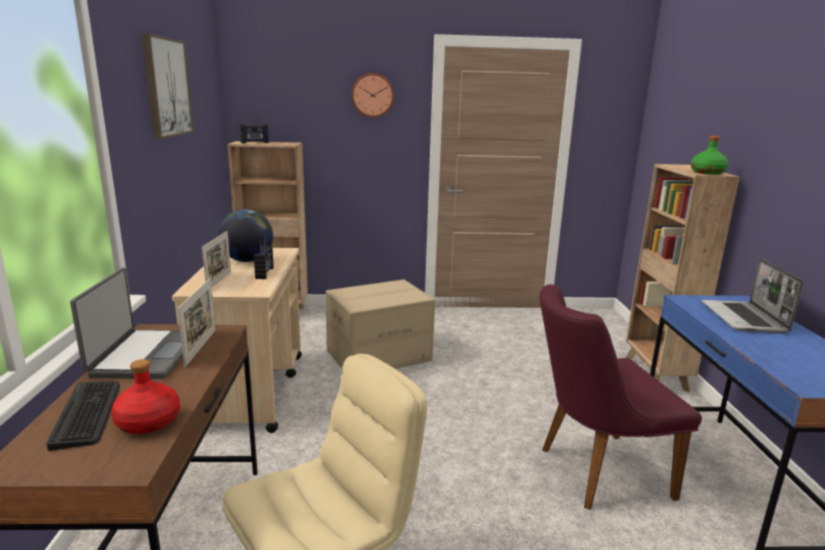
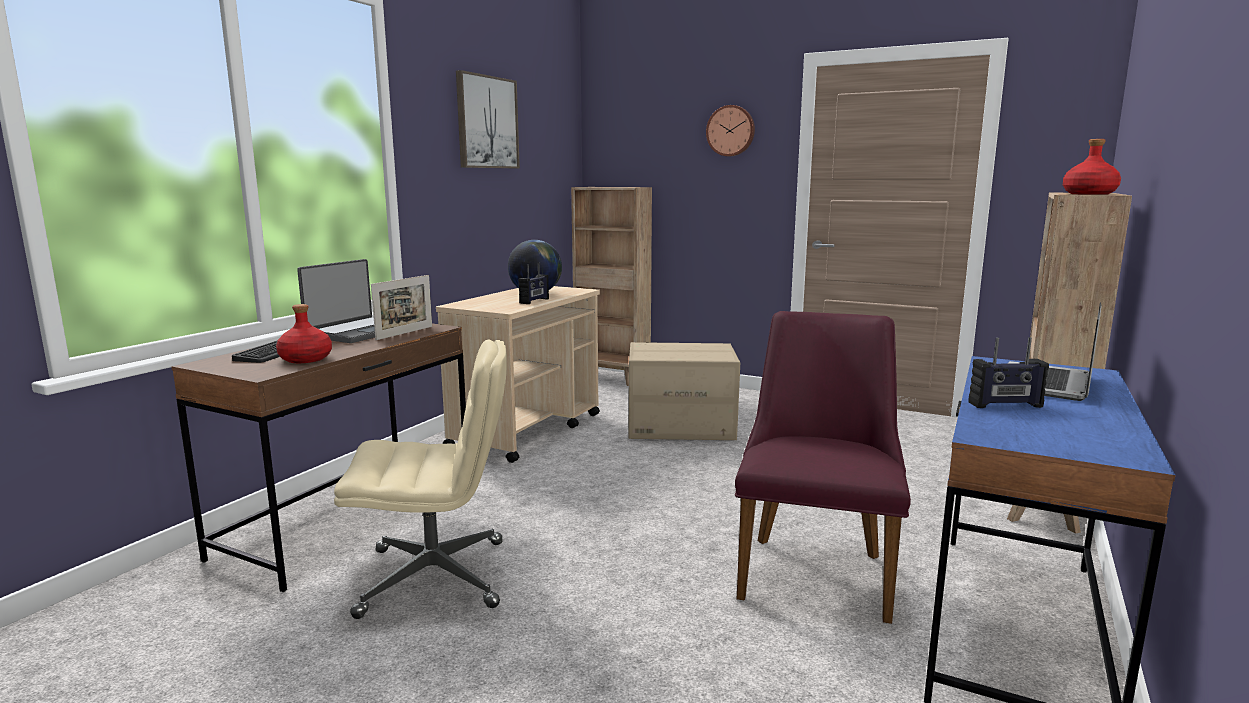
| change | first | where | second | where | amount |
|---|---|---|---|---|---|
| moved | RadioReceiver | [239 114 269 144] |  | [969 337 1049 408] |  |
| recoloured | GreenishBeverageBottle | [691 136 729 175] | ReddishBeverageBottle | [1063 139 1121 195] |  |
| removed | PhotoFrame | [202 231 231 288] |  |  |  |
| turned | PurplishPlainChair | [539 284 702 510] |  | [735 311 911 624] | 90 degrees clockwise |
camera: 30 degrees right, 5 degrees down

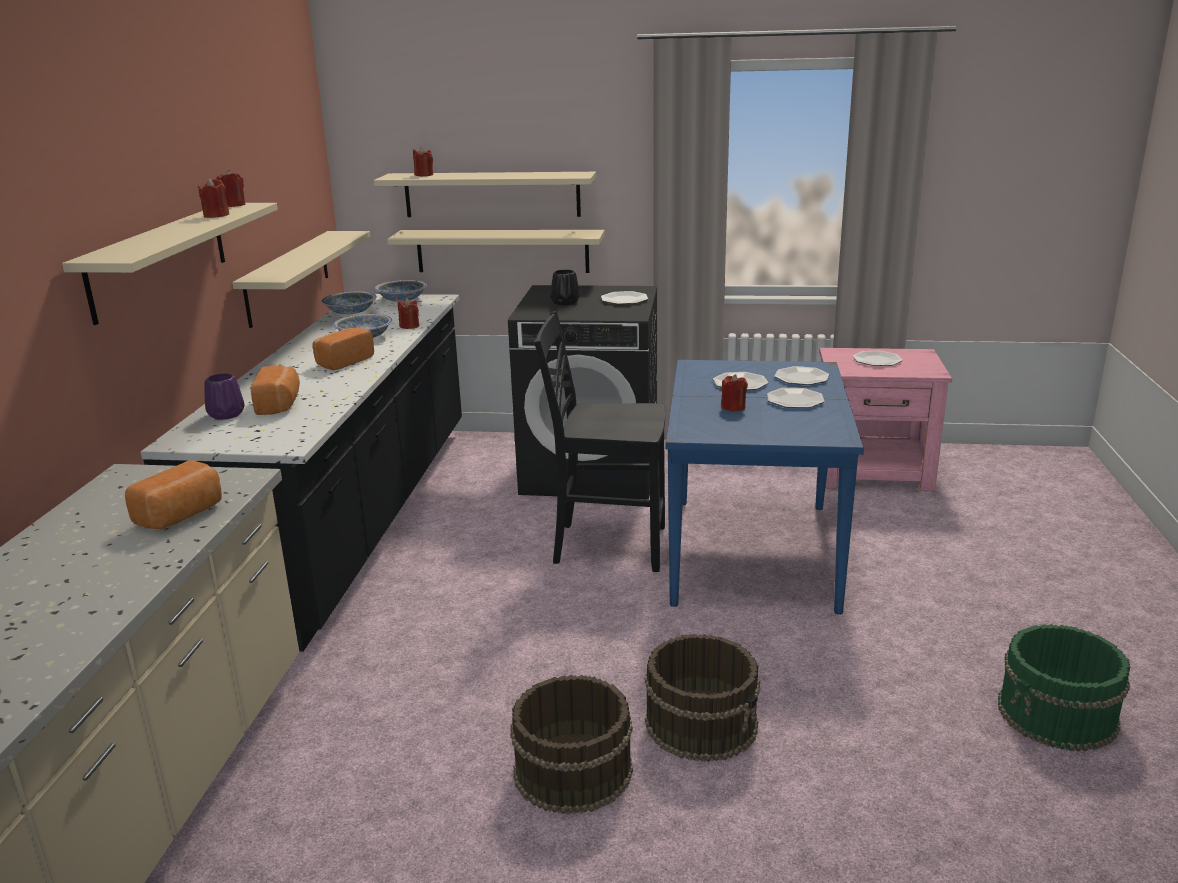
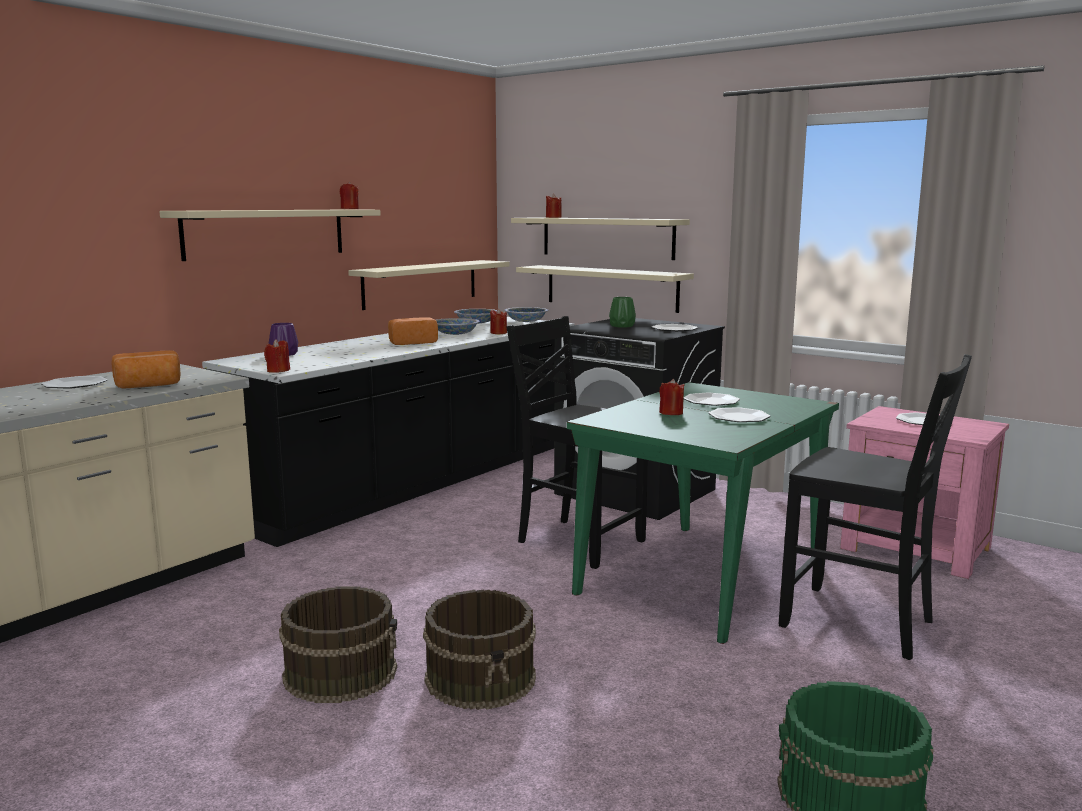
| change | first | where | second | where | amount |
|---|---|---|---|---|---|
| moved | ReddishCandle | [198 178 229 218] |  | [264 339 290 373] |  |
| recoloured | BlackColouredDecorativeVase | [551 270 580 305] | GreenishDecorativeVase | [609 297 636 327] |  |
| recoloured | BlueKitchenTable | [665 360 864 615] | GreenishKitchenTable | [567 382 839 644] |  |
| removed | Bread | [251 365 300 415] |  |  |  |
| moved | Plate | [774 366 829 385] |  | [41 376 107 388] |  |
| added |  |  | BlackColouredPlainChair | [779 354 972 660] |  |
camera: 30 degrees right, 10 degrees down

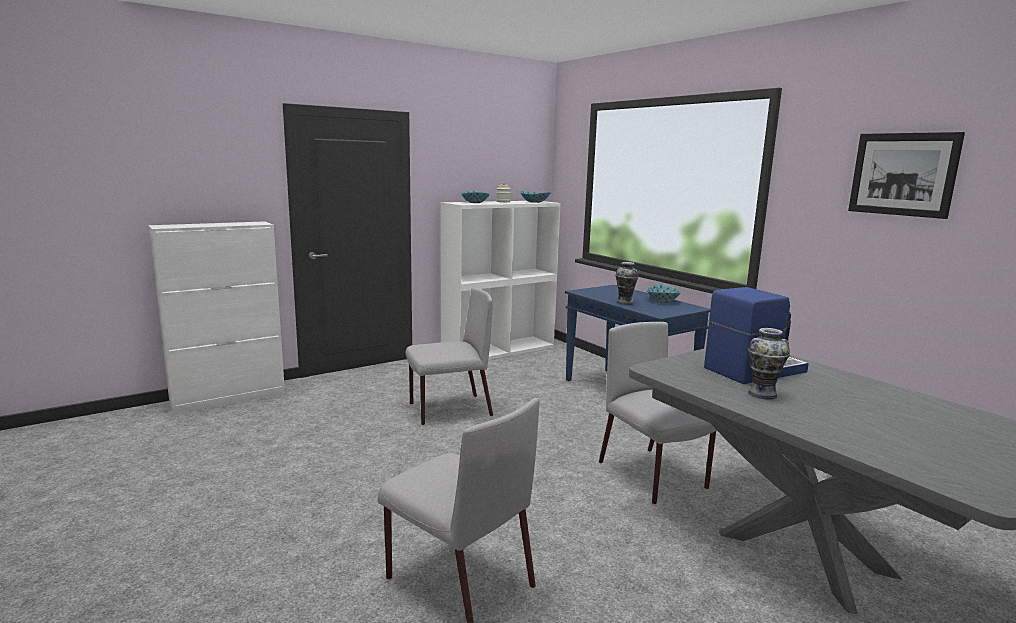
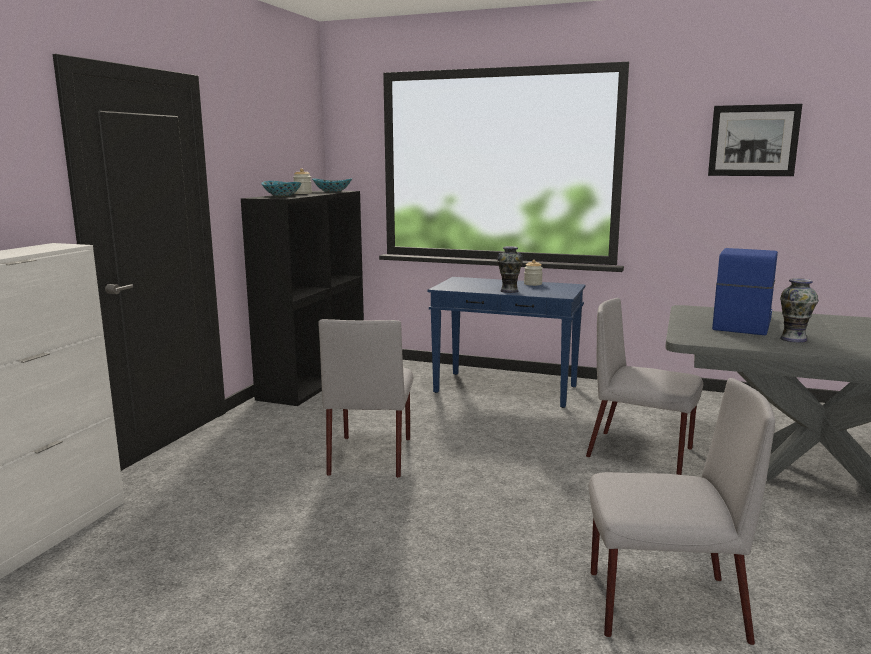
| change | first | where | second | where | amount |
|---|---|---|---|---|---|
| recoloured | WhiteBookshelf | [441 201 561 360] | BlackColouredBookshelf | [241 190 364 406] |  |
| replaced | DeepDish | [647 284 681 303] | PreserveJar | [524 260 543 286] |  |
| turned | GreyishPlainChair | [405 288 493 425] |  | [319 319 413 478] | 150 degrees clockwise |
camera: 35 degrees left, 0 degrees up

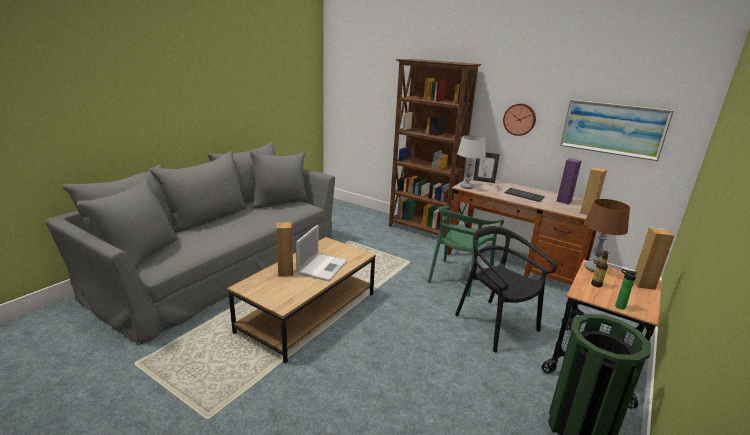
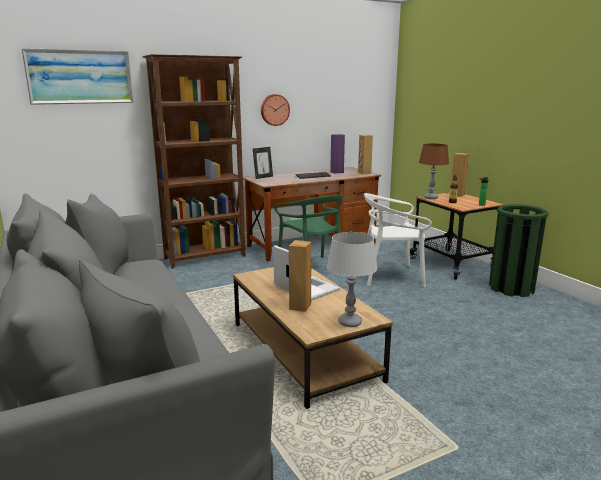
| change | first | where | second | where | amount |
|---|---|---|---|---|---|
| moved | Picture | [560 100 674 161] |  | [21 48 133 105] |  |
| moved | GreyishLampForATable | [457 135 486 189] |  | [327 232 378 327] |  |
| recoloured | BlackColouredPlainChair | [455 226 557 352] | WhitePlainChair | [364 193 432 287] |  |
camera: 60 degrees left, 5 degrees down

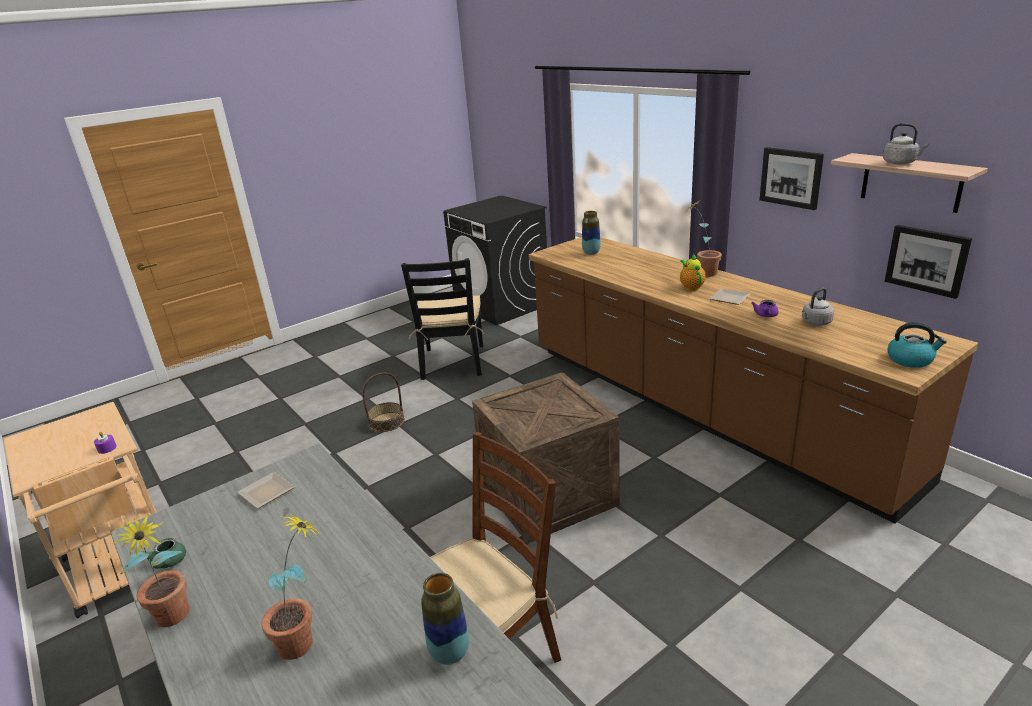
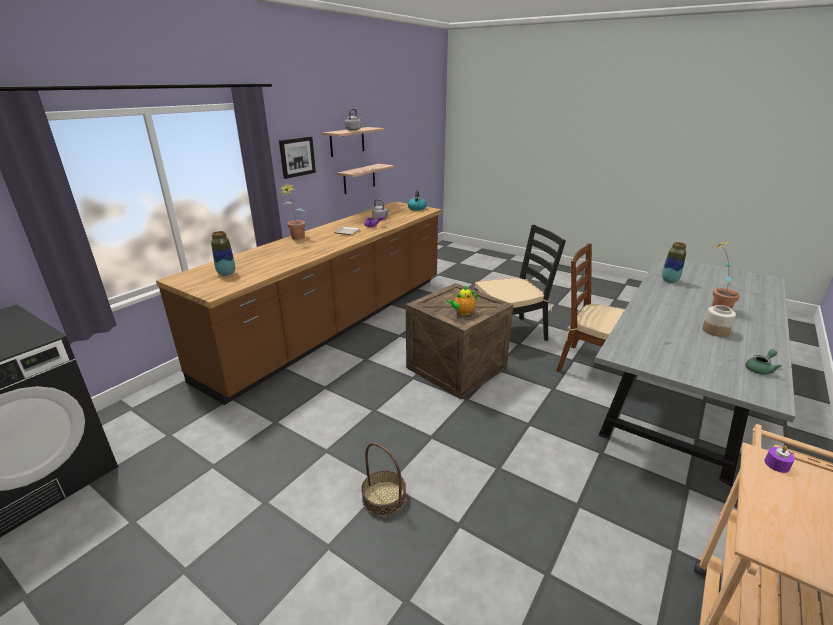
| change | first | where | second | where | amount |
|---|---|---|---|---|---|
| replaced | Picture | [885 225 972 299] | WallShelf | [337 164 394 194] |  |
| moved | Teapot | [680 254 706 290] |  | [446 285 477 315] |  |
| moved | BlackColouredPlainChair | [401 258 484 380] |  | [475 224 566 341] |  |
| removed | Plate | [237 472 295 509] |  |  |  |
| removed | PottedPlant | [112 514 190 627] |  |  |  |
| added |  |  | PreserveJar | [702 305 736 337] |  |
camera: 110 degrees left, 0 degrees up

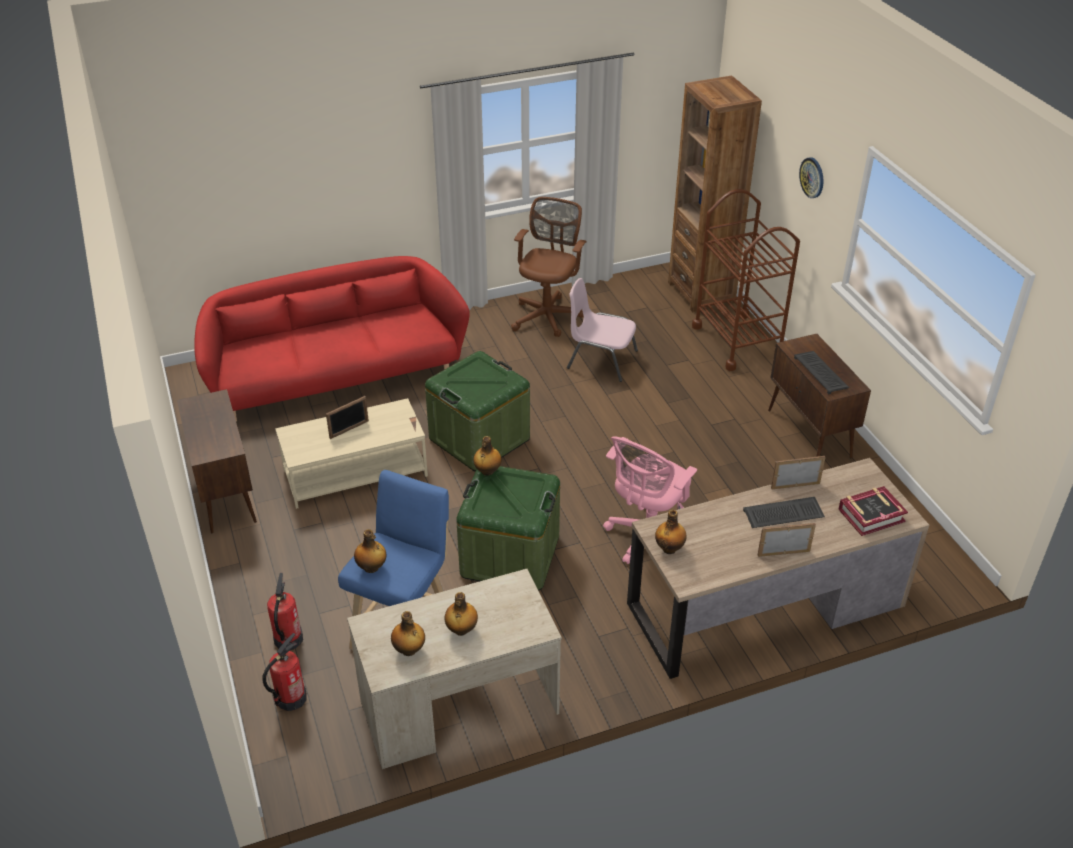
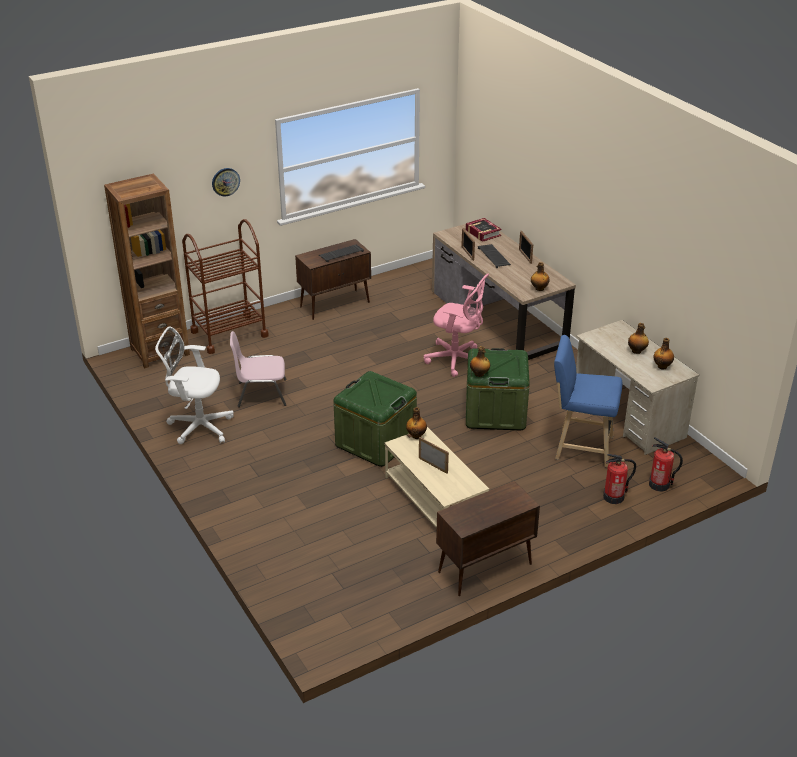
| change | first | where | second | where | amount |
|---|---|---|---|---|---|
| recoloured | BrownishOfficeChair | [511 197 587 337] | WhiteOfficeChair | [155 327 234 444] |  |
| removed | ReddishSettee | [194 256 470 421] |  |  |  |
| turned | PinkishPlainChair | [567 278 638 382] |  | [230 331 287 407] | 75 degrees clockwise |
| moved | BeverageBottle | [354 529 386 573] |  | [406 407 427 439] |  |
camera: 100 degrees left, 5 degrees down

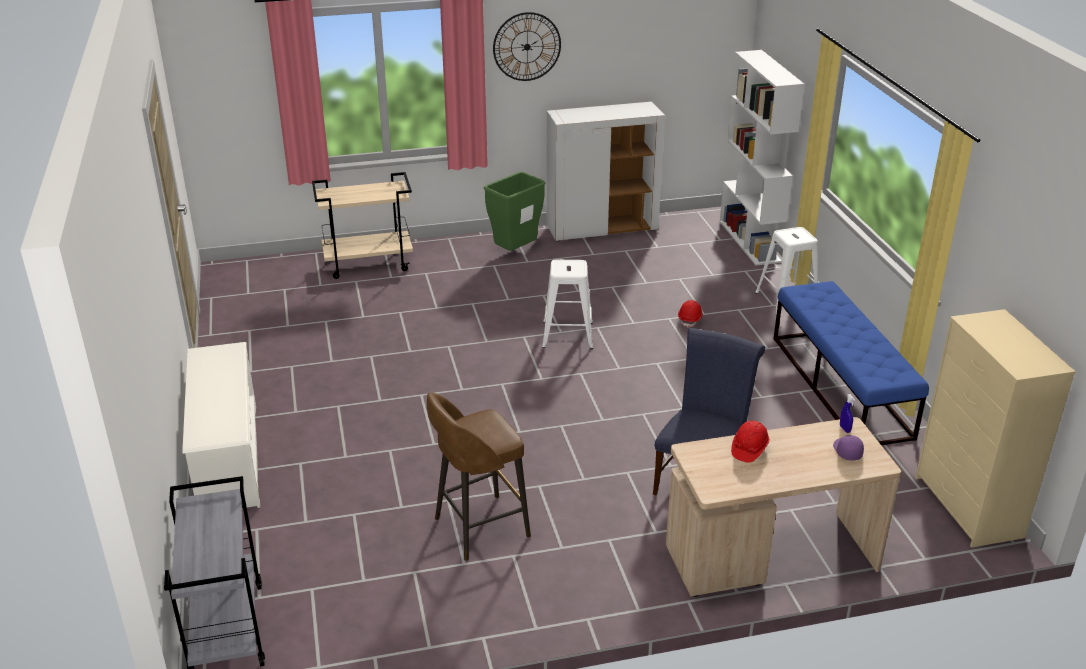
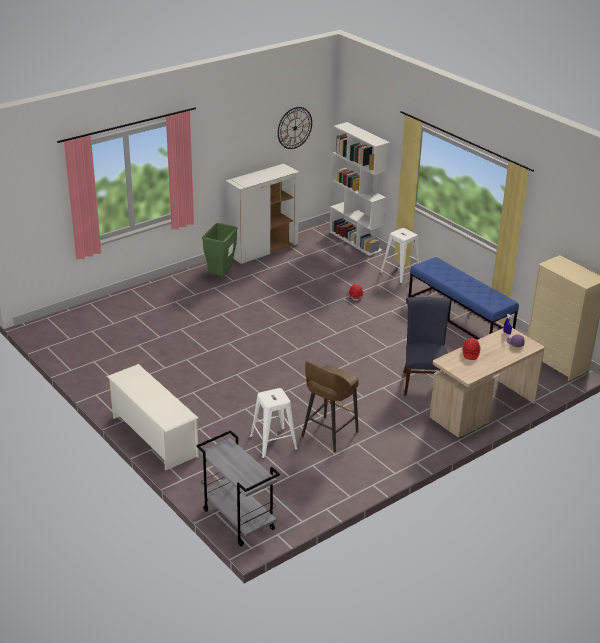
| change | first | where | second | where | amount |
|---|---|---|---|---|---|
| moved | HangingClock | [493 12 561 81] |  | [278 107 312 149] |  |
| removed | SandColouredWheeledCart | [312 172 413 279] |  |  |  |
| moved | WhiteStool | [542 260 593 349] |  | [250 388 298 459] |  |
camera: 25 degrees left, 0 degrees up

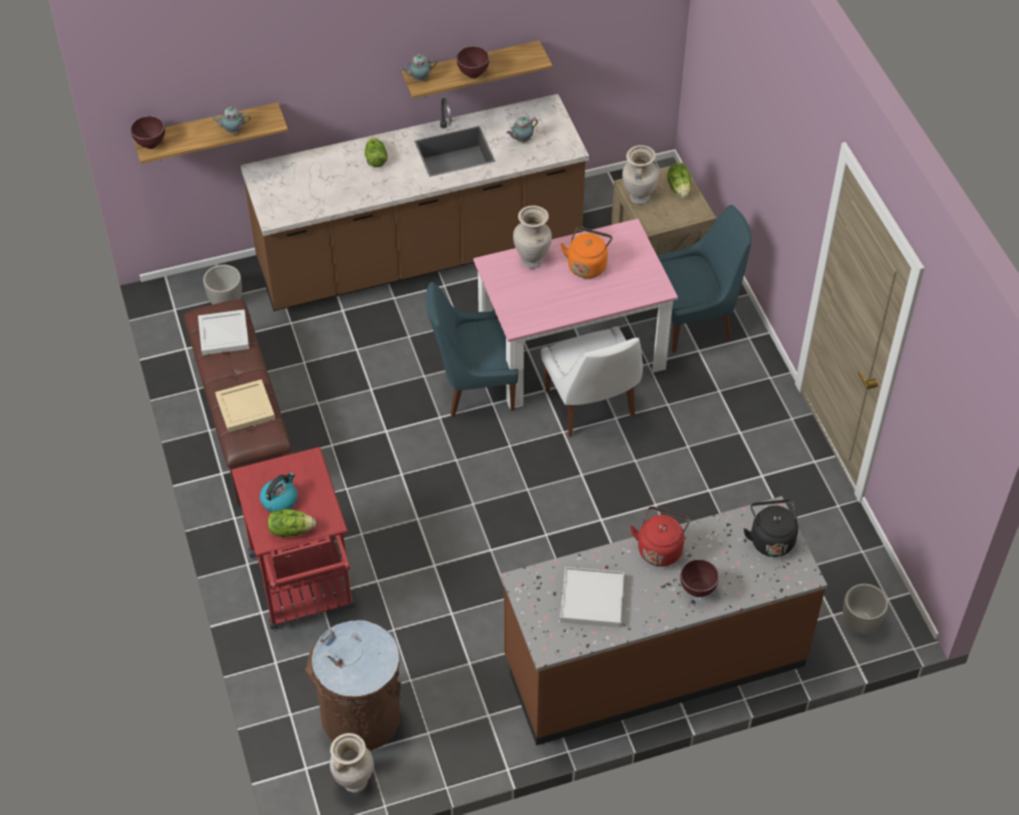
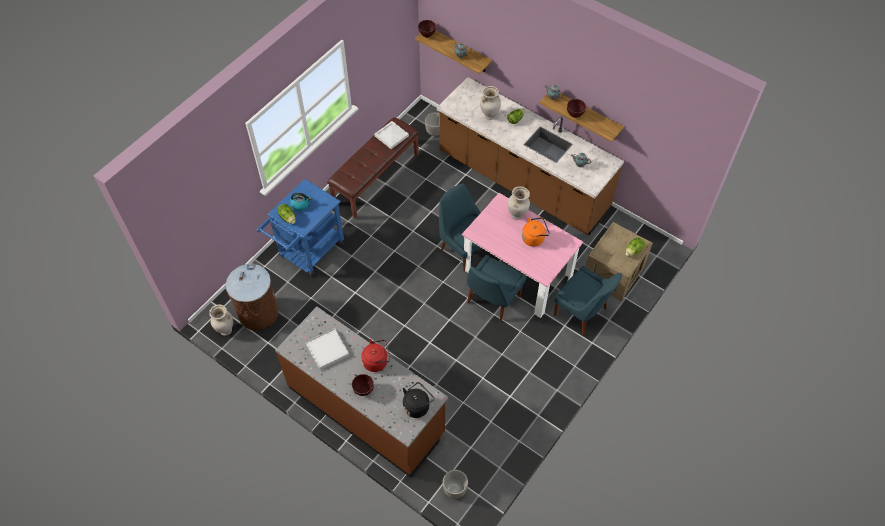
| change | first | where | second | where | amount |
|---|---|---|---|---|---|
| moved | SandColouredDecorativeVase | [622 145 659 204] |  | [480 86 501 120] |  |
| recoloured | WhitePlainChair | [541 326 643 437] | BluePlainChair | [467 255 527 322] |  |
| removed | SandColouredCarryingTray | [215 379 275 432] |  |  |  |
| recoloured | ReddishWheeledCart | [231 447 355 629] | BlueWheeledCart | [257 179 344 276] |  |
camera: 55 degrees right, 5 degrees up

